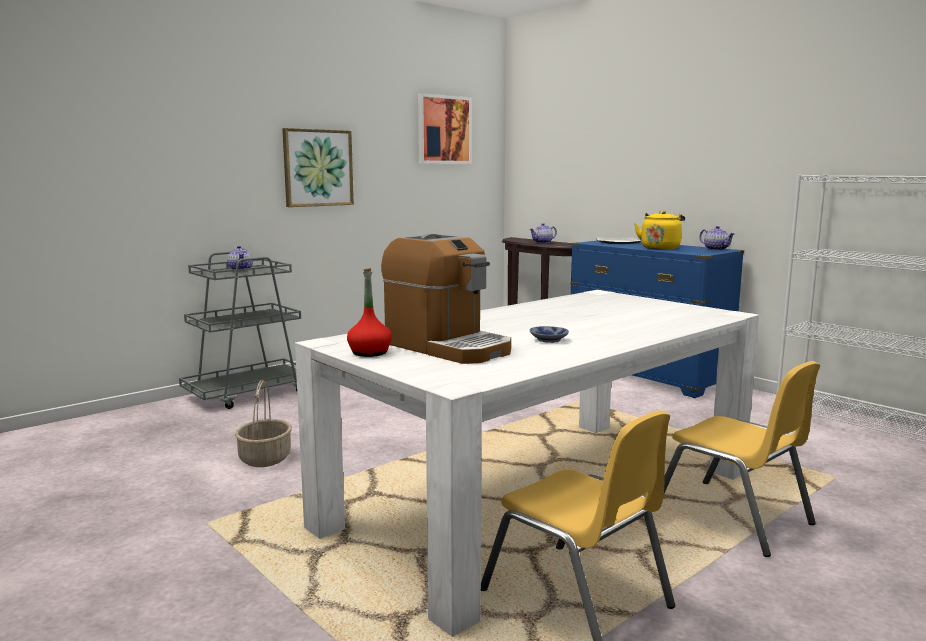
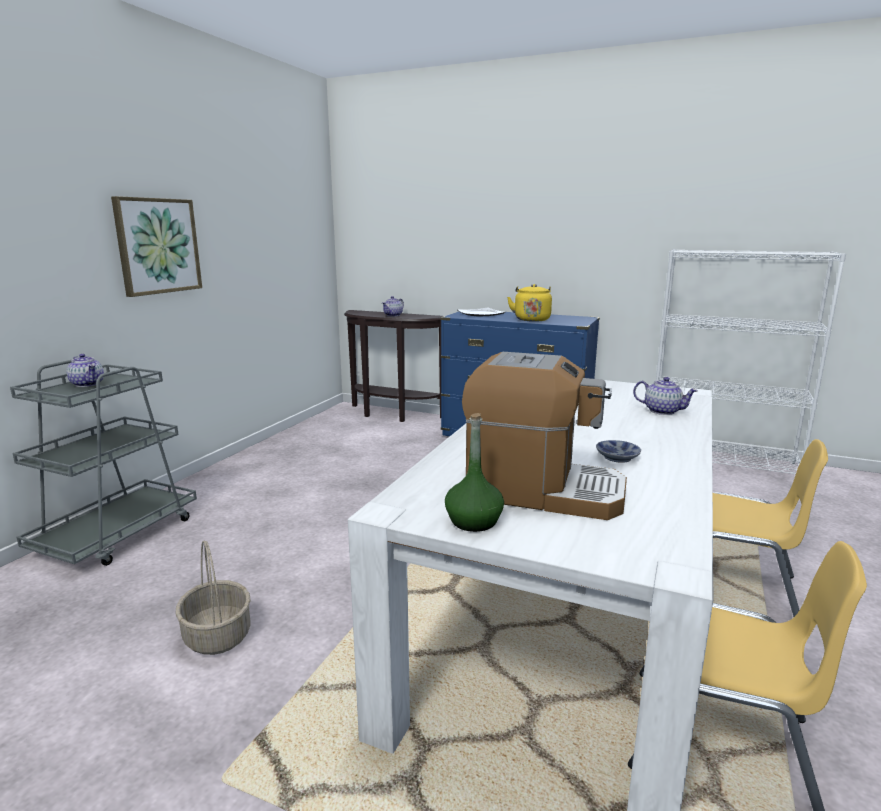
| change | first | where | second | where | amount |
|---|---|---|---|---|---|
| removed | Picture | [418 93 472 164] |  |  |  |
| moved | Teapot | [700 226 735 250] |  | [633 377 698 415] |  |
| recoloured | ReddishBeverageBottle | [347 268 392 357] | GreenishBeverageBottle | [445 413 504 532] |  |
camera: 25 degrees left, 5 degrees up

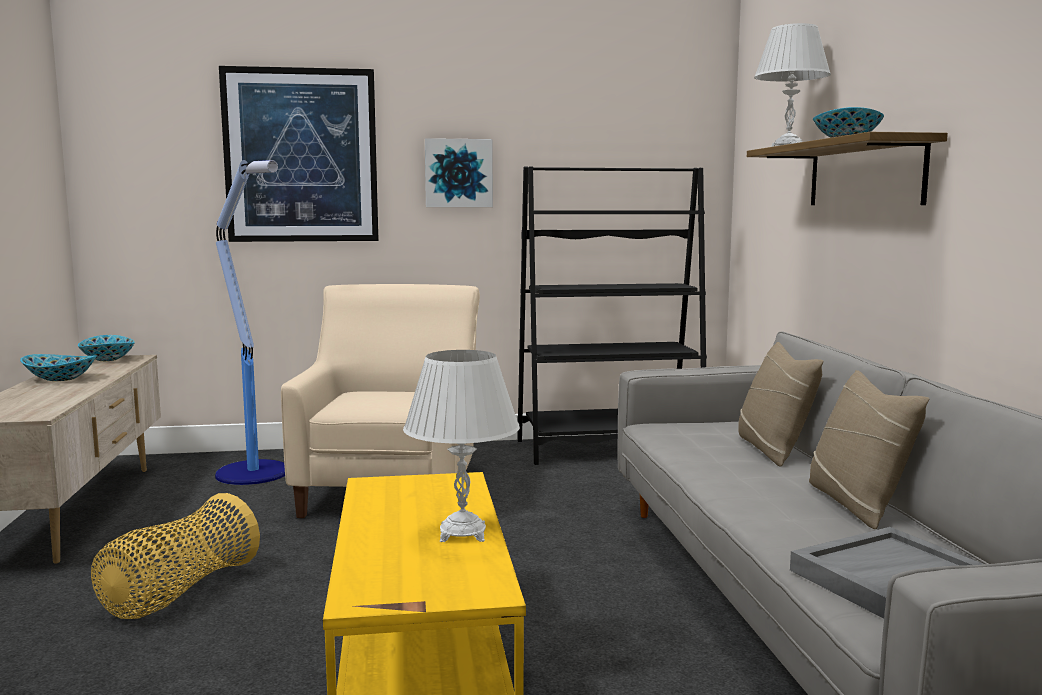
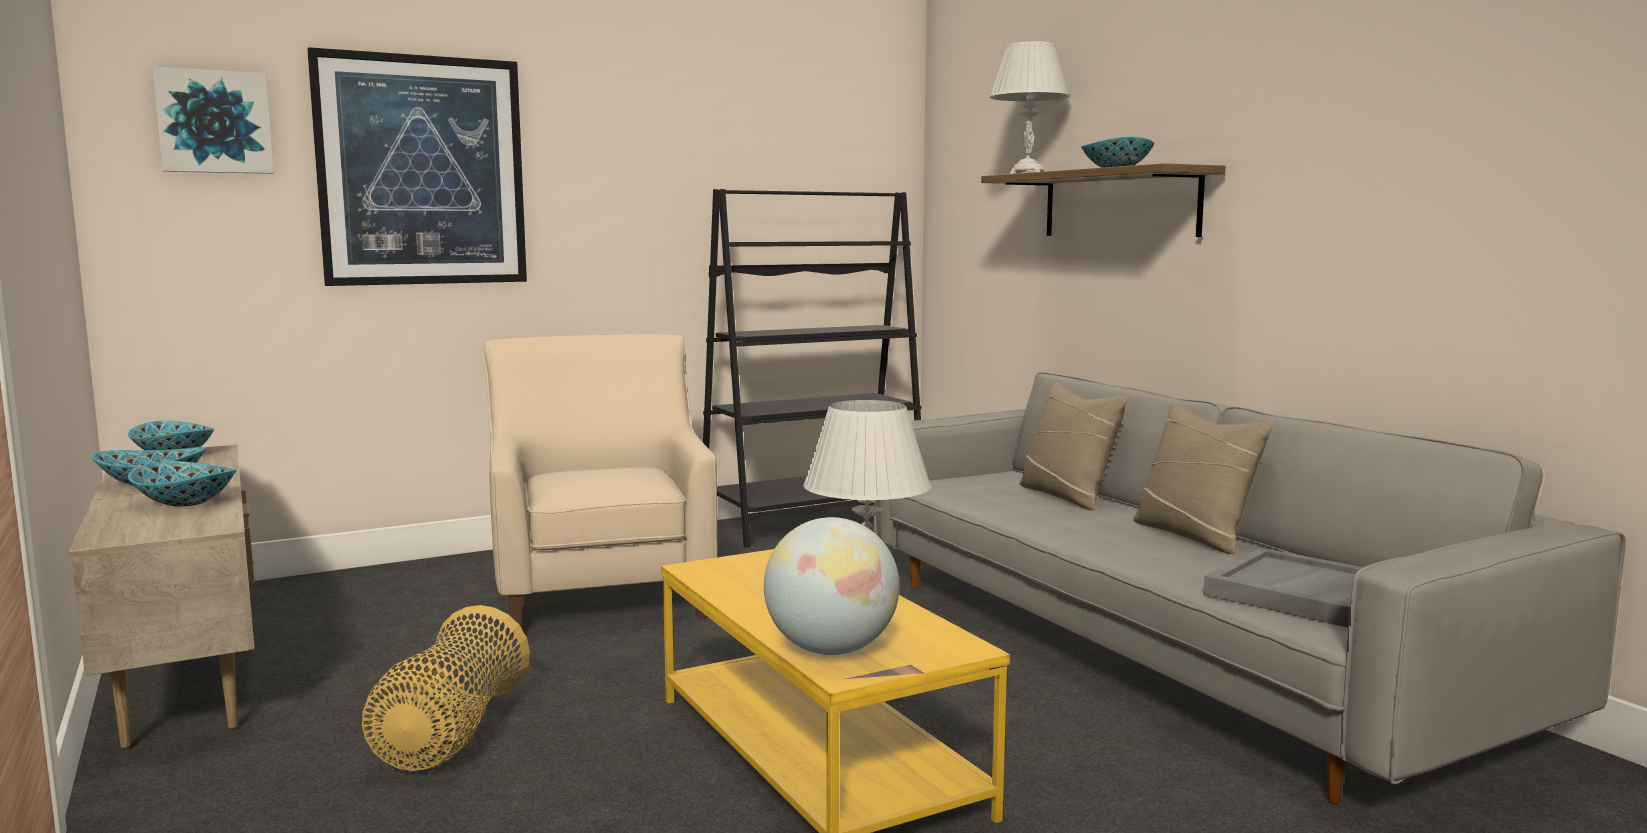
| change | first | where | second | where | amount |
|---|---|---|---|---|---|
| moved | Picture | [425 138 493 207] |  | [153 67 274 174] |  |
| removed | FloorLamp | [215 160 285 485] |  |  |  |
| added |  |  | DeepDish | [128 461 237 506] |  |
| added |  |  | DeskGlobe | [764 517 899 655] |  |
camera: 20 degrees left, 0 degrees up

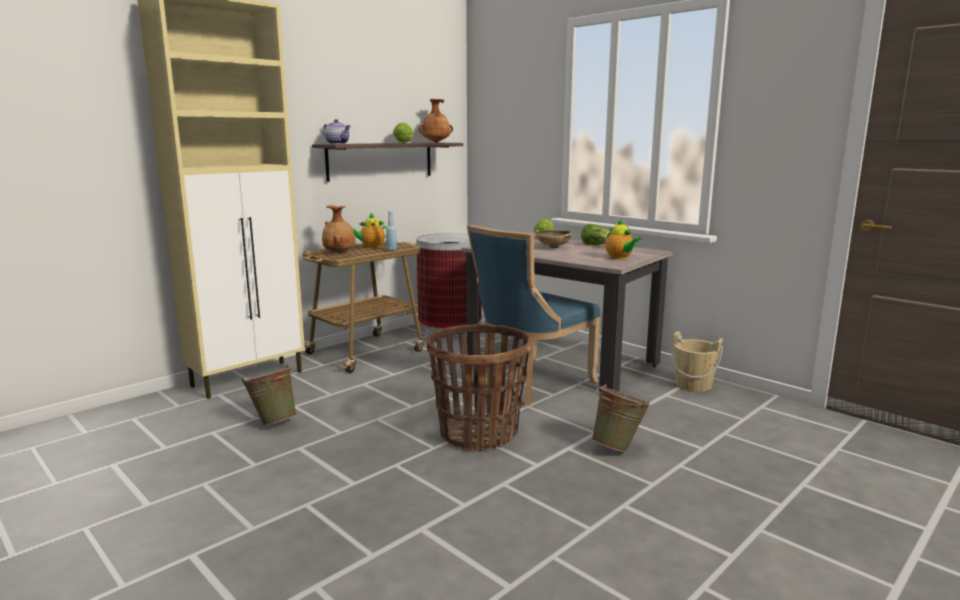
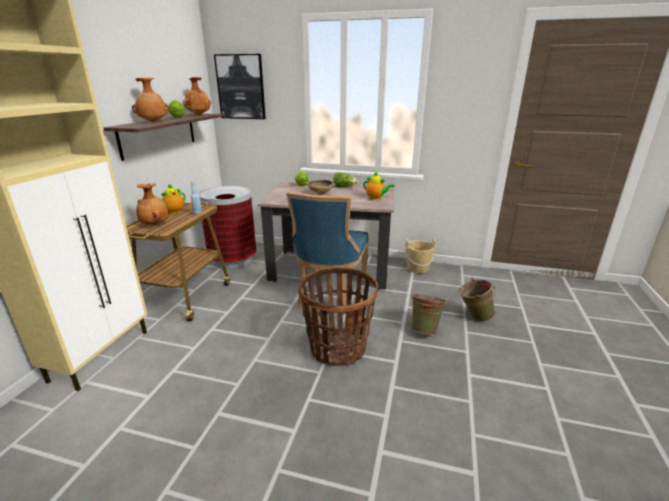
| change | first | where | second | where | amount |
|---|---|---|---|---|---|
| removed | Teapot | [323 119 350 144] |  |  |  |
| moved | GreenishPail | [242 365 297 426] |  | [459 278 496 322] |  |
| added |  |  | Picture | [214 54 266 119] |  |
| added |  |  | BrownishDecorativeVase | [132 78 170 122] |  |
camera: 30 degrees left, 10 degrees up

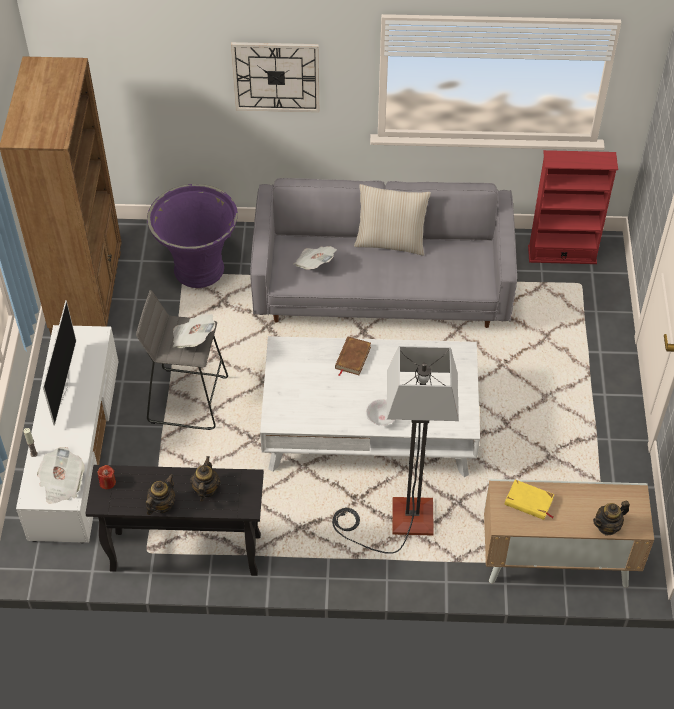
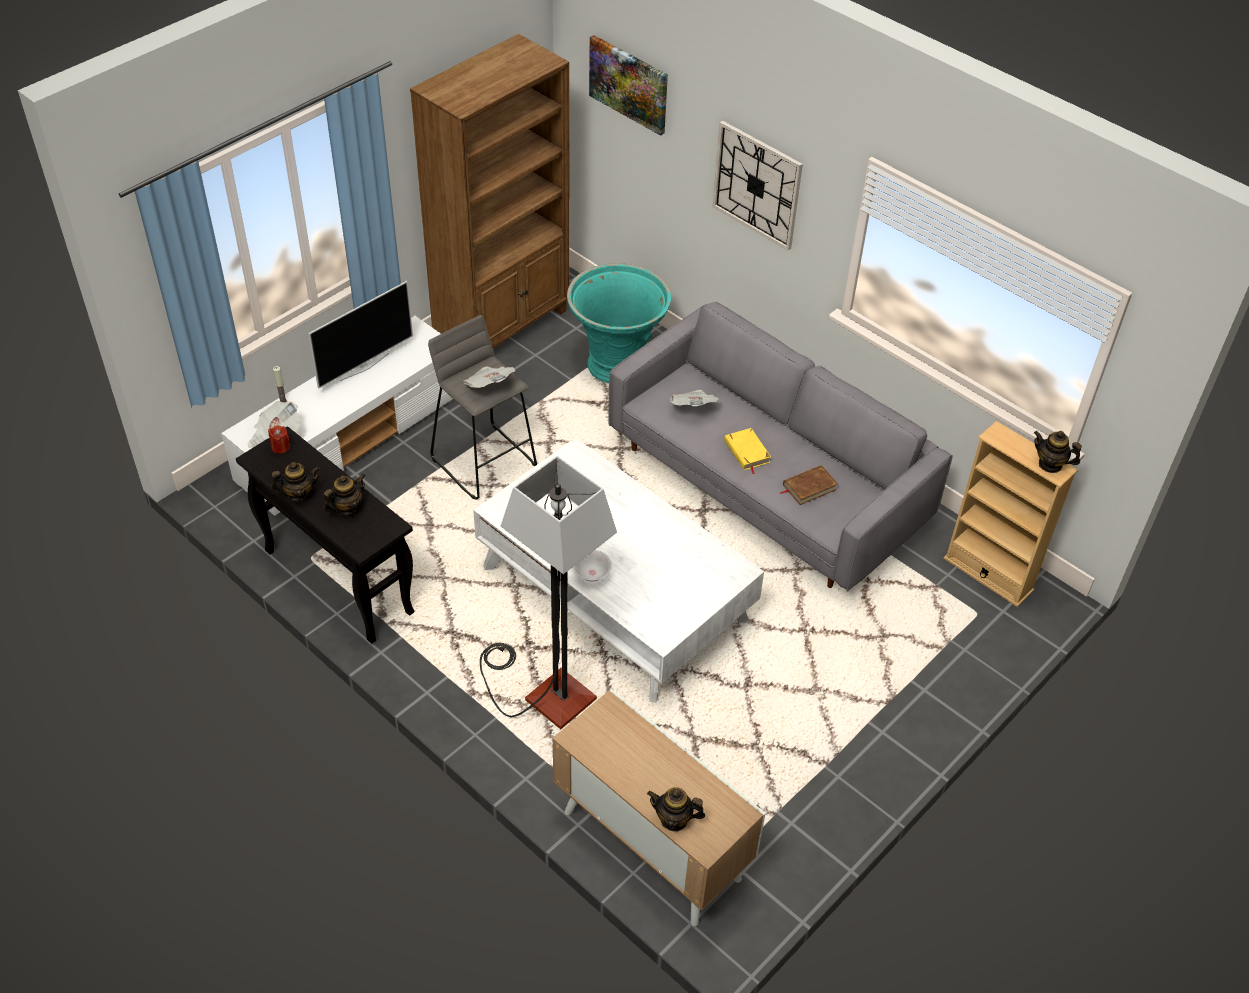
| change | first | where | second | where | amount |
|---|---|---|---|---|---|
| recoloured | ReddishBookshelf | [528 150 618 264] | SandColouredBookshelf | [943 421 1078 607] |  |
| recoloured | PurplishPlanter | [147 184 238 288] | TurquoisePlanter | [567 263 671 383] |  |
| removed | SandColouredThrowPillow | [354 184 431 256] |  |  |  |
| moved | BrownishBoundBook | [335 337 371 376] |  | [780 465 838 505] |  |
| moved | YellowBoundBook | [504 480 554 520] |  | [724 428 771 474] |  |
| added |  |  | Picture | [589 35 668 136] |  |
| added |  |  | Teapot | [1034 431 1082 473] |  |
camera: 40 degrees right, 5 degrees down

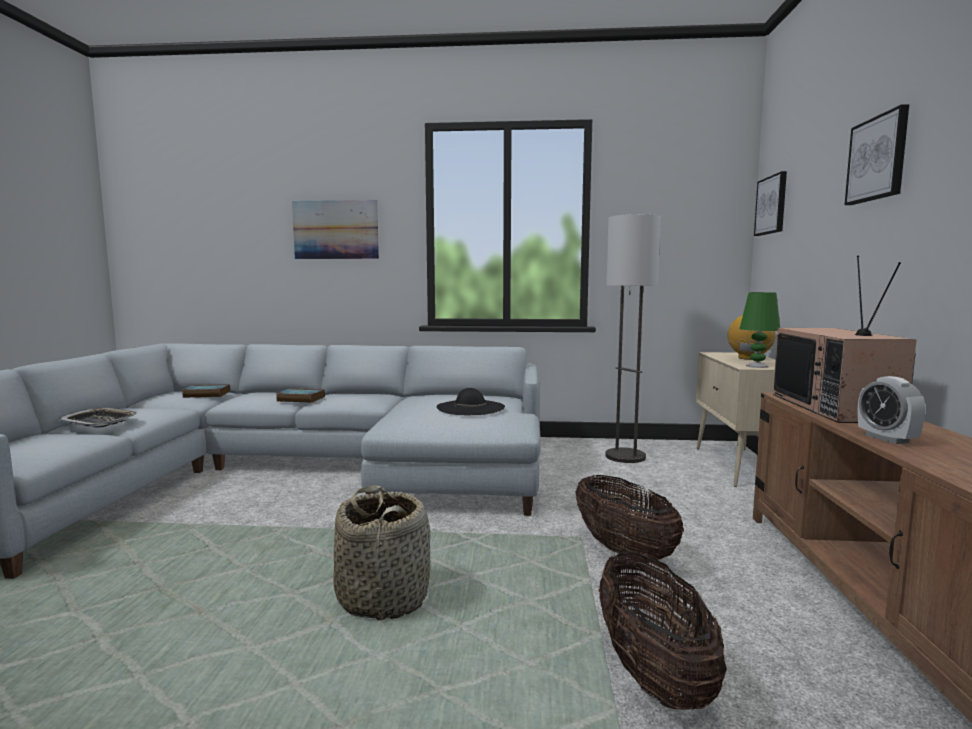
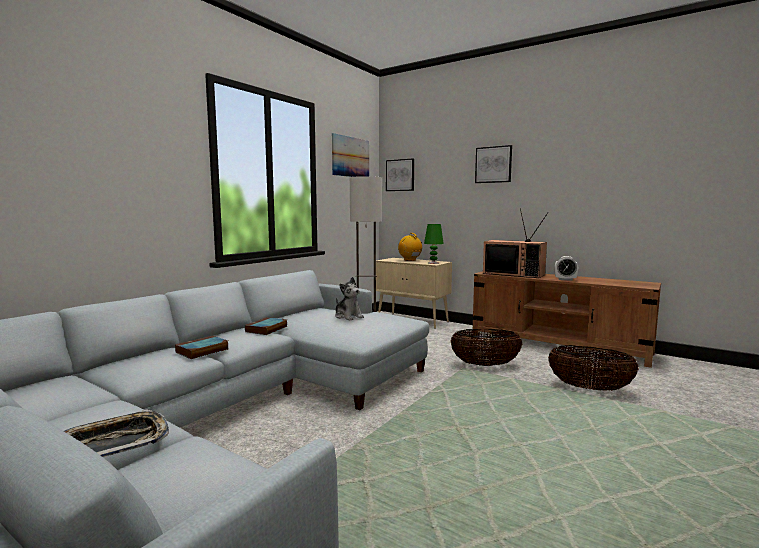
| change | first | where | second | where | amount |
|---|---|---|---|---|---|
| moved | Picture | [292 200 379 259] |  | [332 133 369 177] |  |
| moved | BoundBook | [182 384 230 398] |  | [245 317 288 335] |  |
| replaced | BlackColouredHat | [436 388 505 415] | SoftToy | [335 277 364 321] |  |
| removed | HouseholdBasket | [333 485 431 621] |  |  |  |
camera: 60 degrees left, 0 degrees up

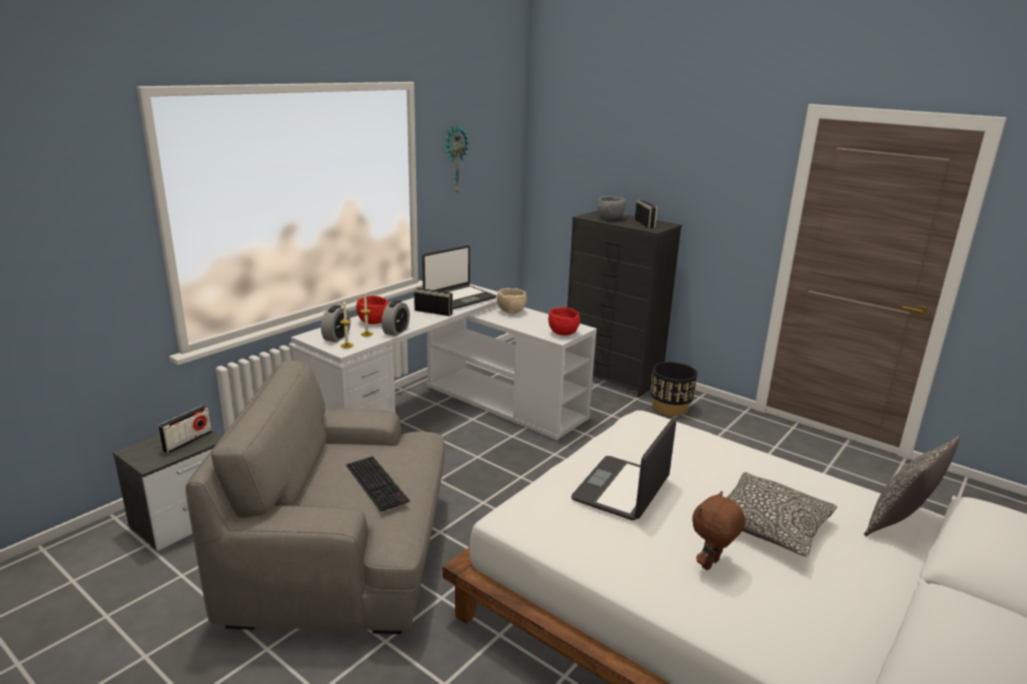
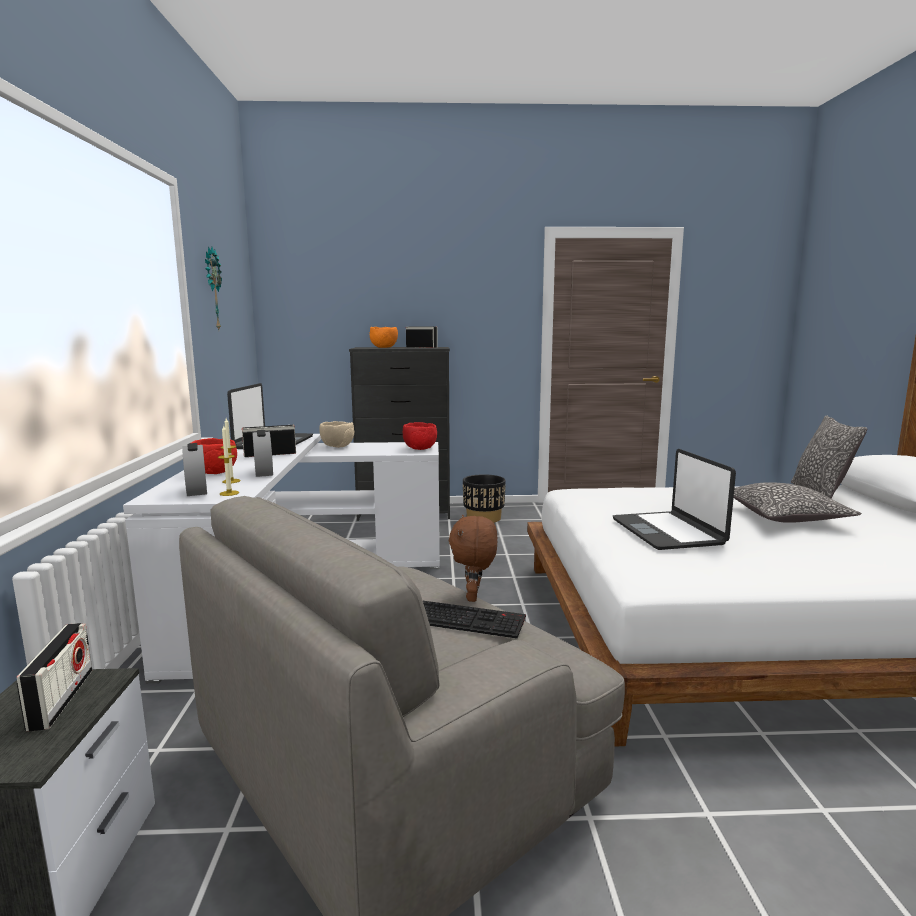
| change | first | where | second | where | amount |
|---|---|---|---|---|---|
| recoloured | GreyishDeepDish | [598 196 626 219] | OrangeyDeepDish | [370 327 398 348] |  |
| moved | BrownishSoftToy | [692 491 746 570] |  | [449 515 497 602] |  |
camera: 40 degrees left, 10 degrees down

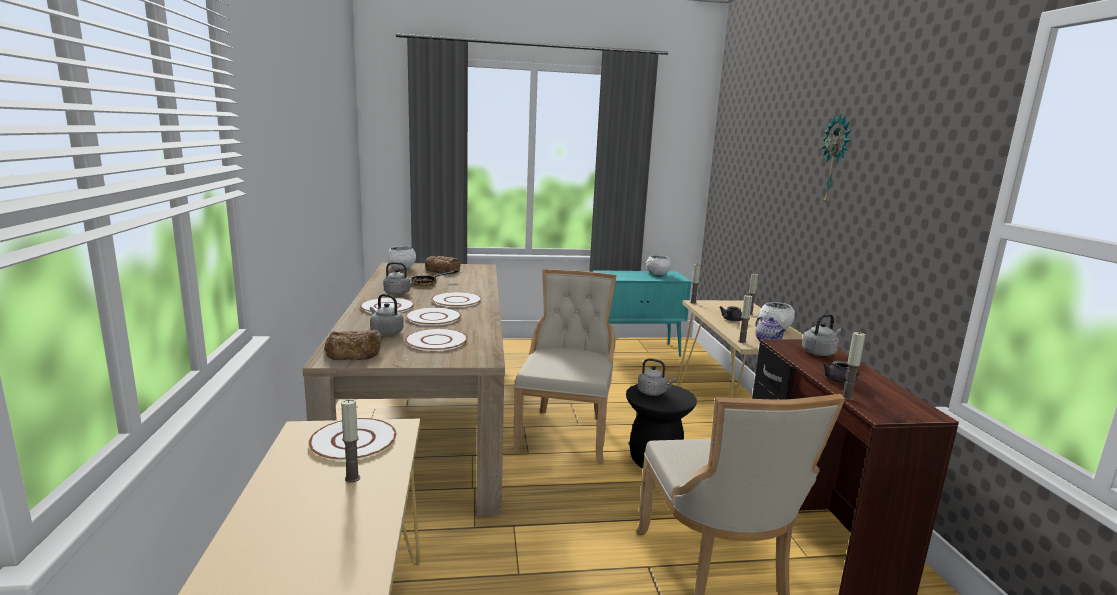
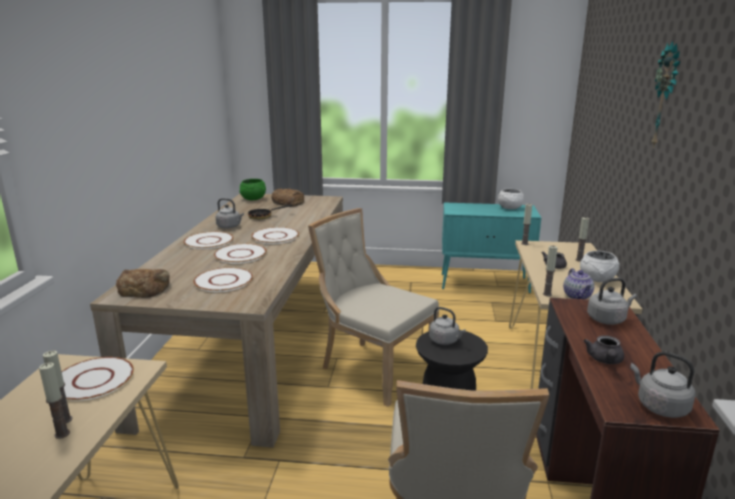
| change | first | where | second | where | amount |
|---|---|---|---|---|---|
| recoloured | WhiteDeepDish | [387 246 416 269] | GreenishDeepDish | [240 179 266 200] |  |
| turned | SandColouredPlainChair | [512 269 617 464] |  | [308 208 439 407] | 75 degrees counterclockwise |
| moved | GreyishKettle | [370 294 404 335] |  | [630 352 696 418] |  |
| moved | Candle | [842 332 865 400] |  | [39 362 70 439] |  |
camera: 15 degrees right, 5 degrees up

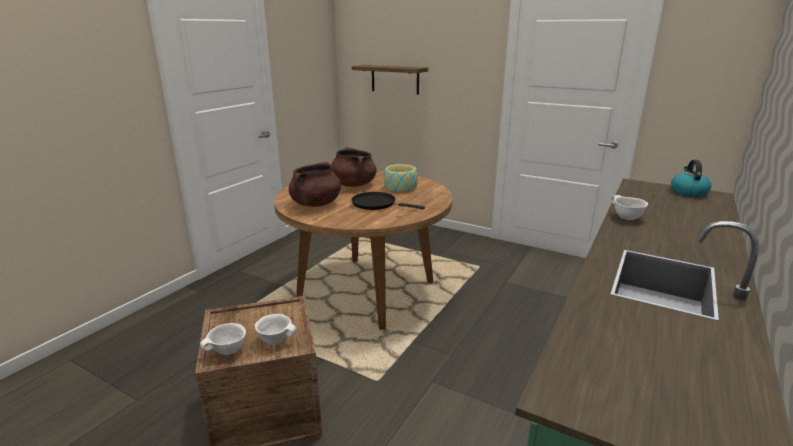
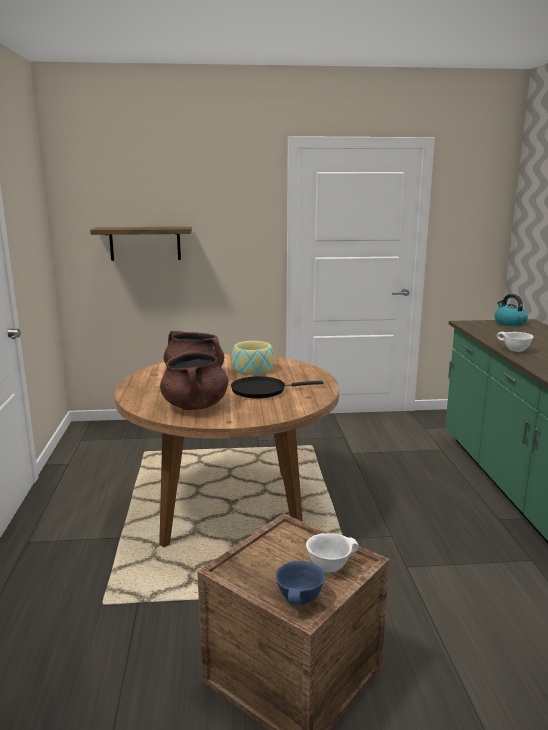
| change | first | where | second | where | amount |
|---|---|---|---|---|---|
| recoloured | WhiteDeepDish | [200 323 246 355] | BlueDeepDish | [276 561 325 605] |  |
camera: 35 degrees left, 5 degrees down

